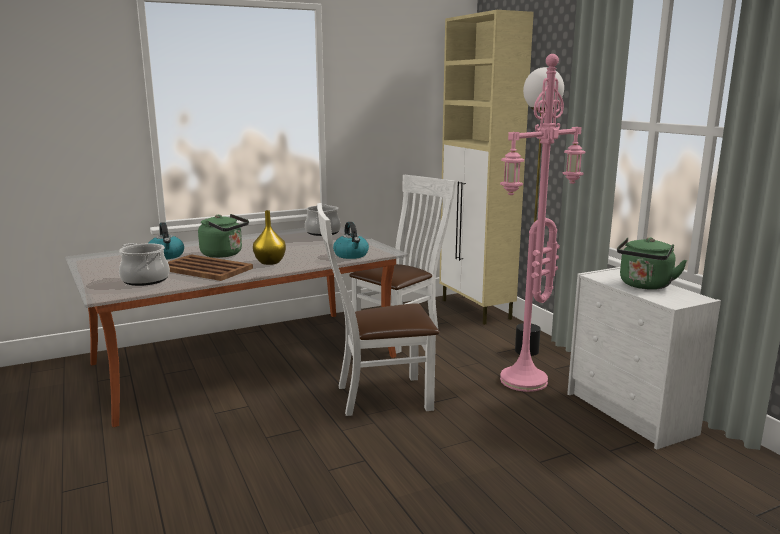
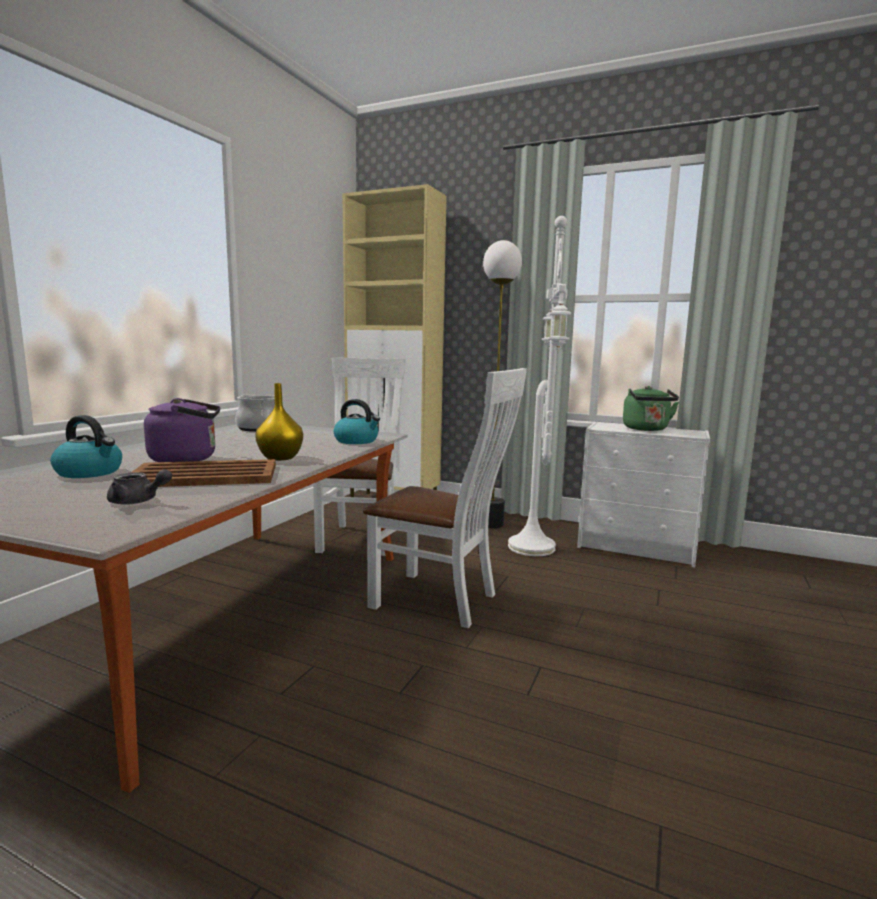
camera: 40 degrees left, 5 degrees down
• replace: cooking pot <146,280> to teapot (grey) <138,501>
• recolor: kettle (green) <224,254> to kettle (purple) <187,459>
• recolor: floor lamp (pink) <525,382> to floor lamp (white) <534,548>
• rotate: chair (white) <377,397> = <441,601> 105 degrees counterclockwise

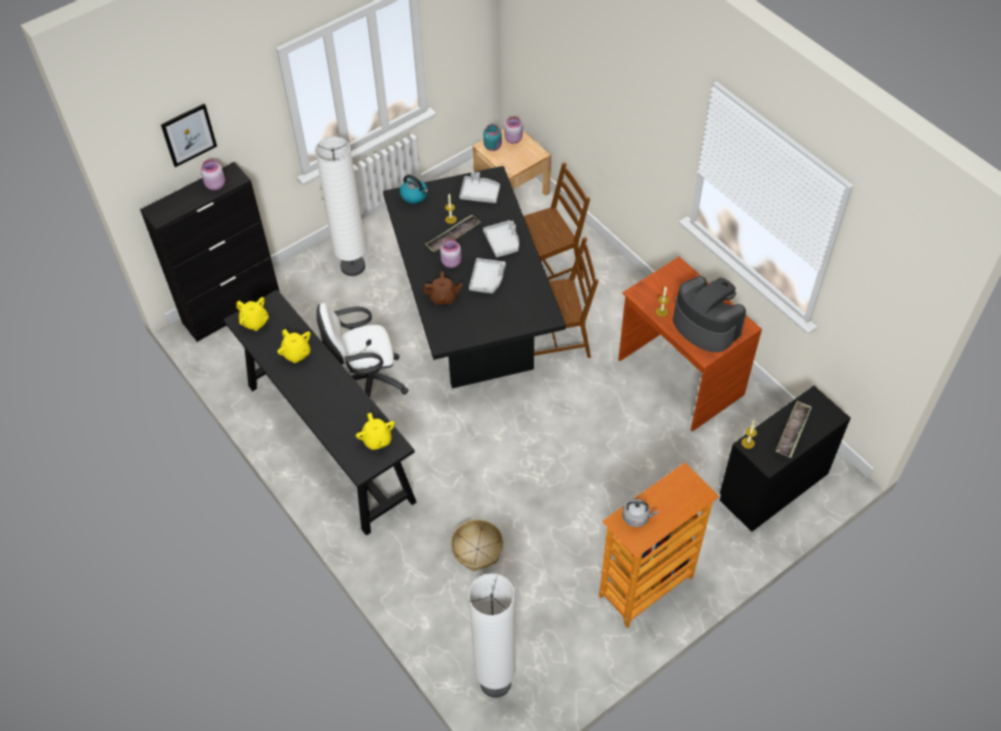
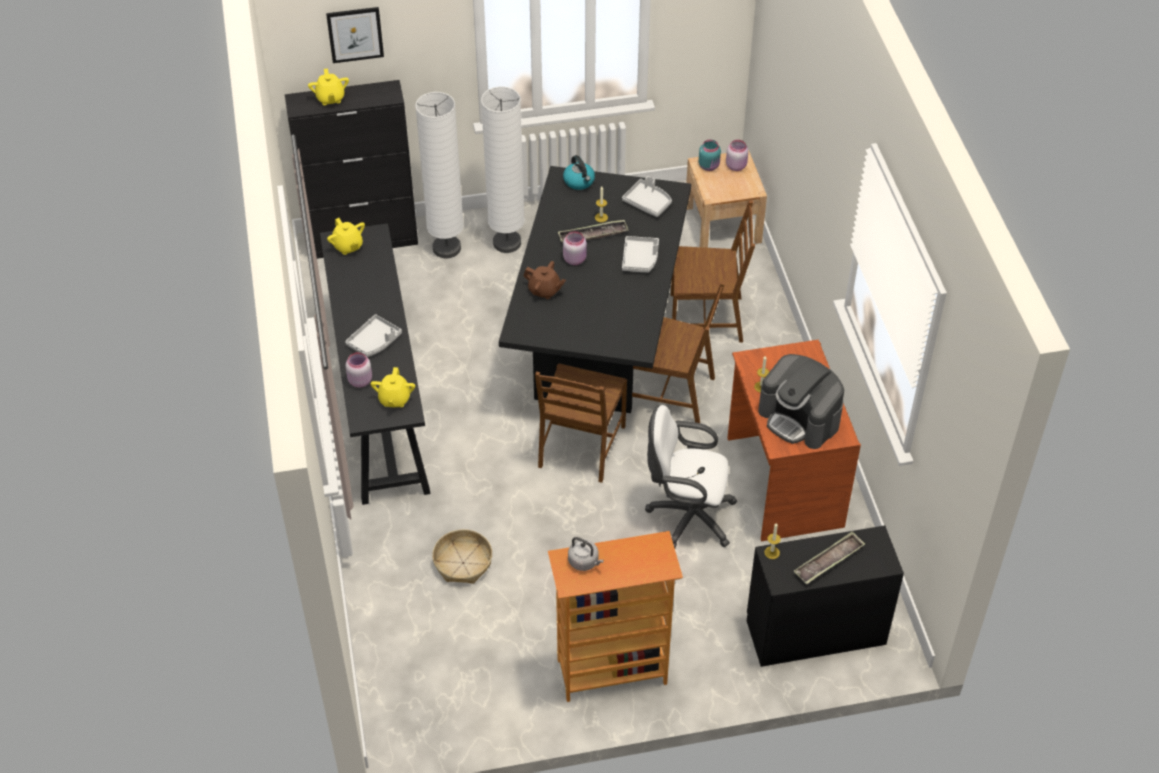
camera: 25 degrees right, 5 degrees down
• insert: chair (brown) <581,447>
• move: jar (pink) <215,185> to <359,380>
• move: teapot (yellow) <296,354> to <330,98>
• move: office chair (white) <367,382> to <686,516>
• move: floor lamp (white) <495,682> to <446,248>
• move: tray (grey) <487,279> to <374,341>
• rotate: coffee machine <705,325> = <799,418> 150 degrees clockwise

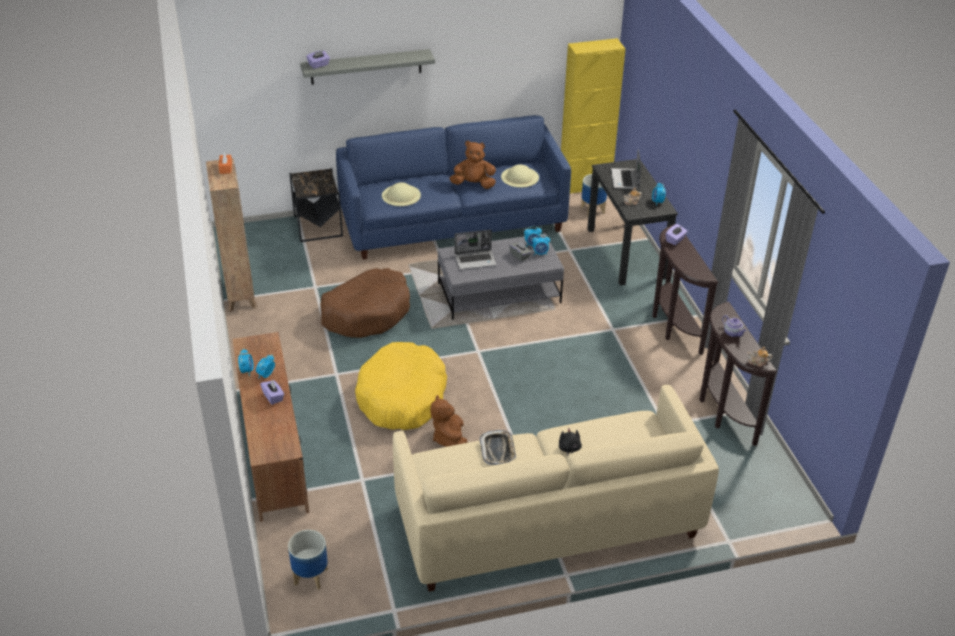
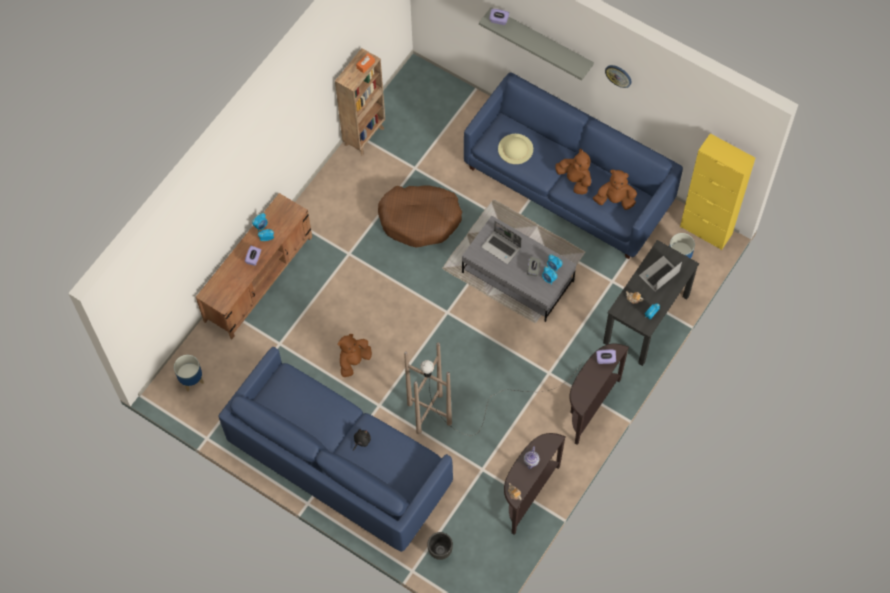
camera: 50 degrees right, 25 degrees up
• delete: side table (black) <318,226>
• delete: dog bed (yellow) <402,397>
• delete: tray <498,450>
• insert: floor lamp (brown) <468,408>
• insert: planter (black) <440,551>
• insert: wall clock <618,75>
• replace: hat (beige) <519,177> to plush toy (brown) <615,200>
• recolor: sofa (beige) <547,519> to sofa (blue) <339,463>

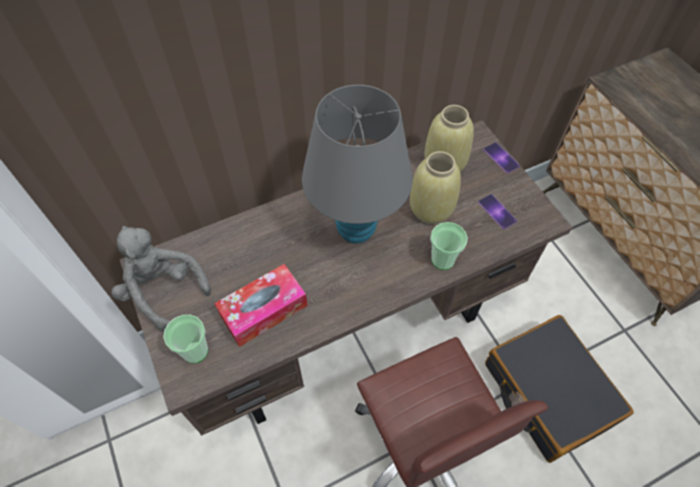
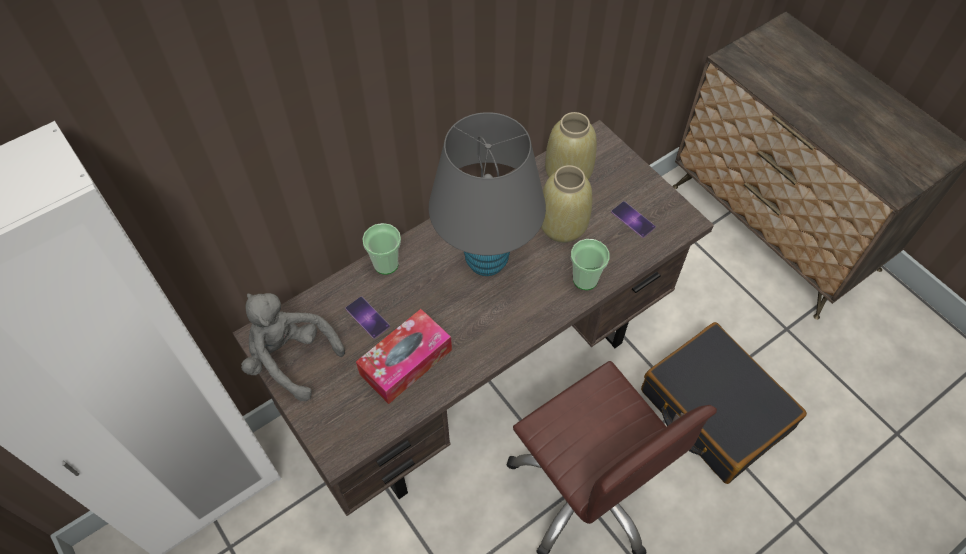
camera: 10 degrees left, 0 degrees up
• move: cup <195,351> to <386,264>
• move: phone <501,158> to <367,317>

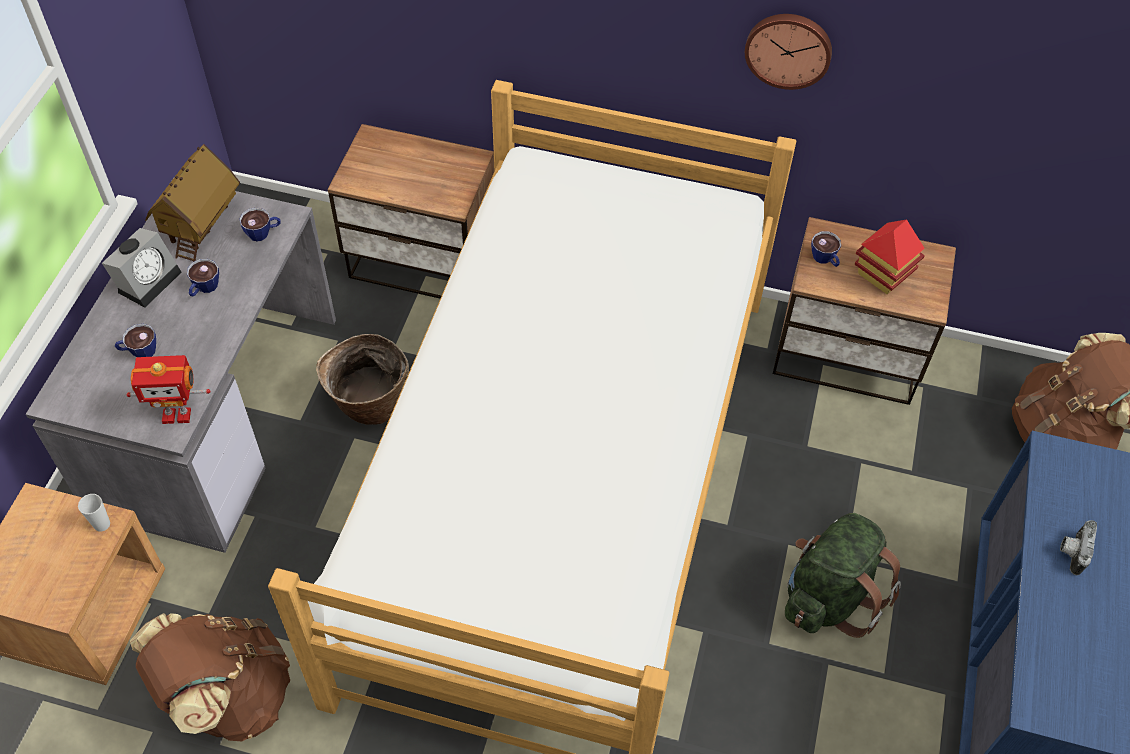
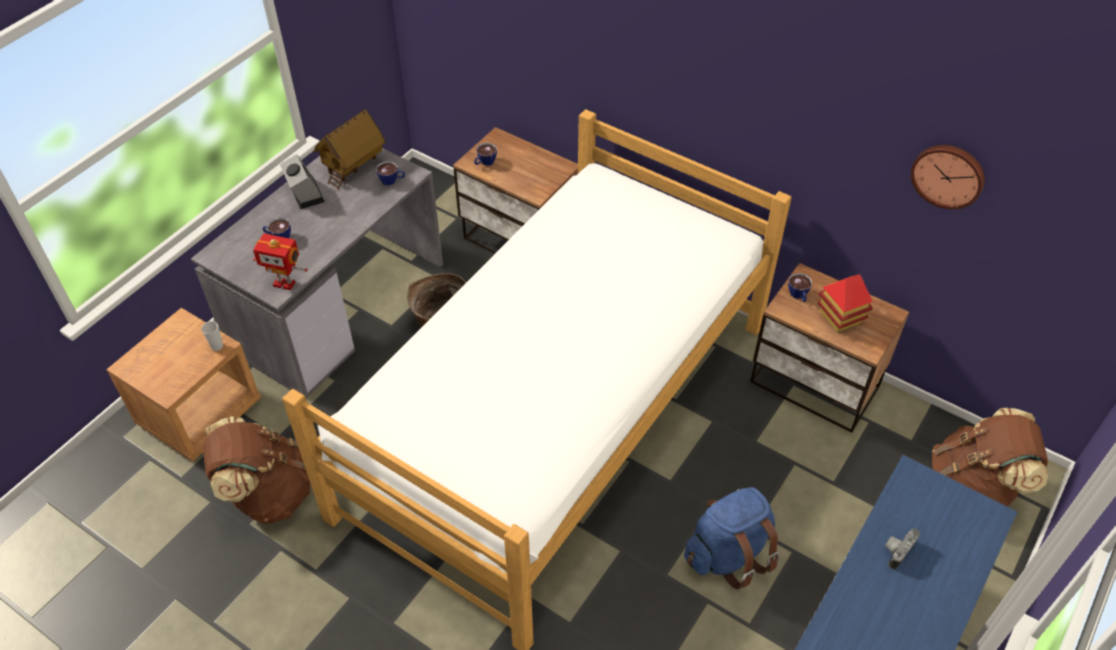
camera: 20 degrees right, 5 degrees down
• move: cup <204,289> to <484,163>
• move: wall clock <788,49> to <948,175>
• recolor: backpack (green) <829,596> to backpack (blue) <728,554>
• rotate: alarm clock <148,279> = <304,193> 75 degrees counterclockwise

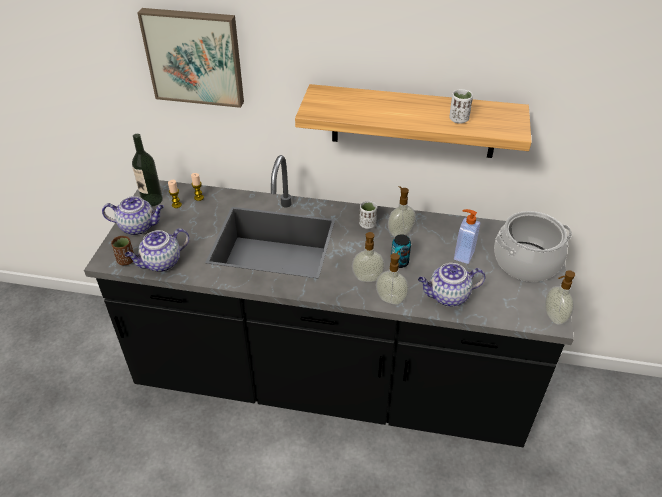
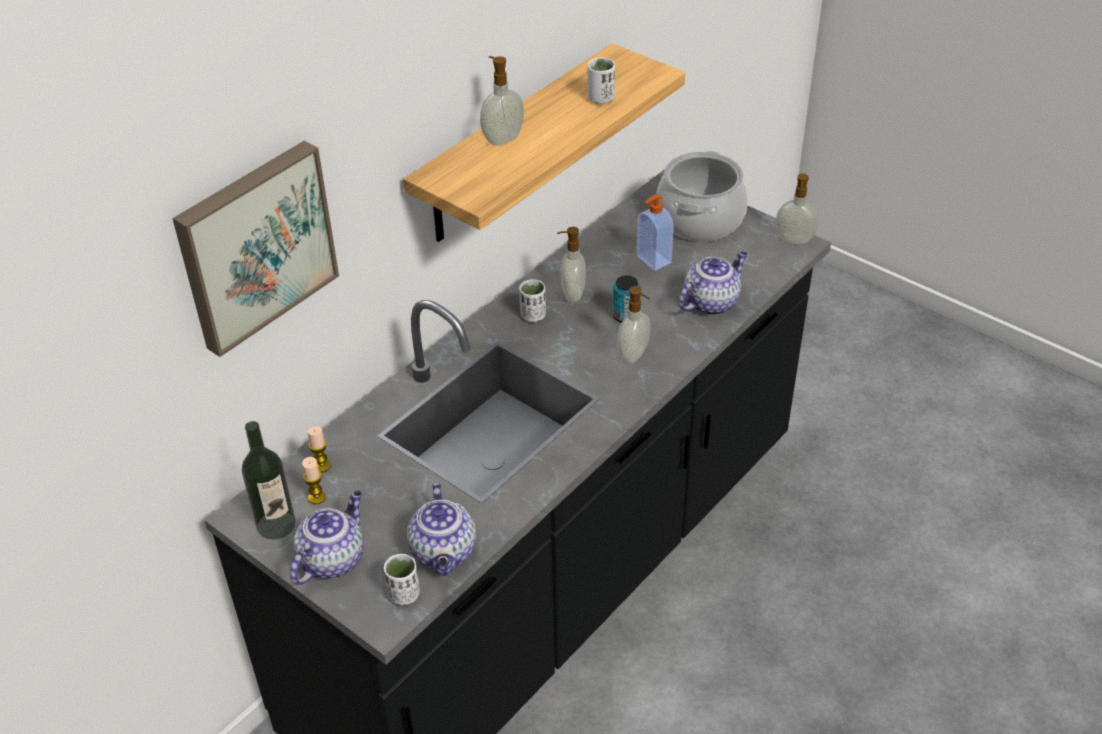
camera: 60 degrees left, 0 degrees up
• move: soap dispenser <391,299> to <502,138>
• recolor: cup (brown) <126,260> to cup (white) <404,594>
• rotate: teapot <447,297> = <711,302> 150 degrees counterclockwise

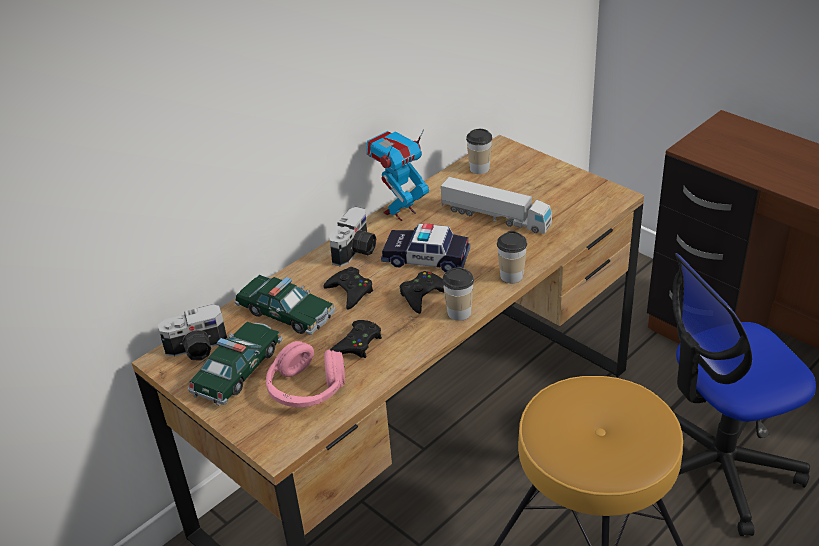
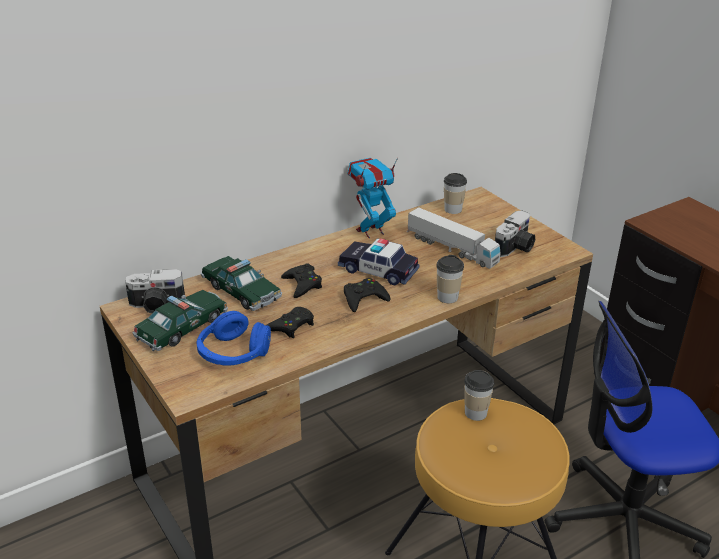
camera: 10 degrees right, 5 degrees down
• move: photo camera <356,251> to <515,248>
• move: cup <459,313> to <475,413>
• recolor: headphones (pink) <306,388> to headphones (blue) <233,353>

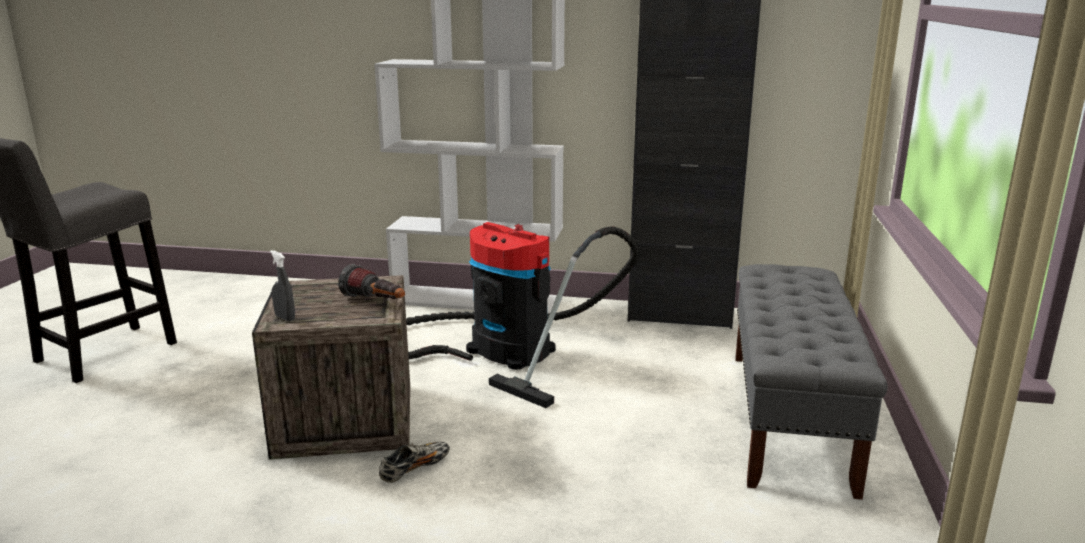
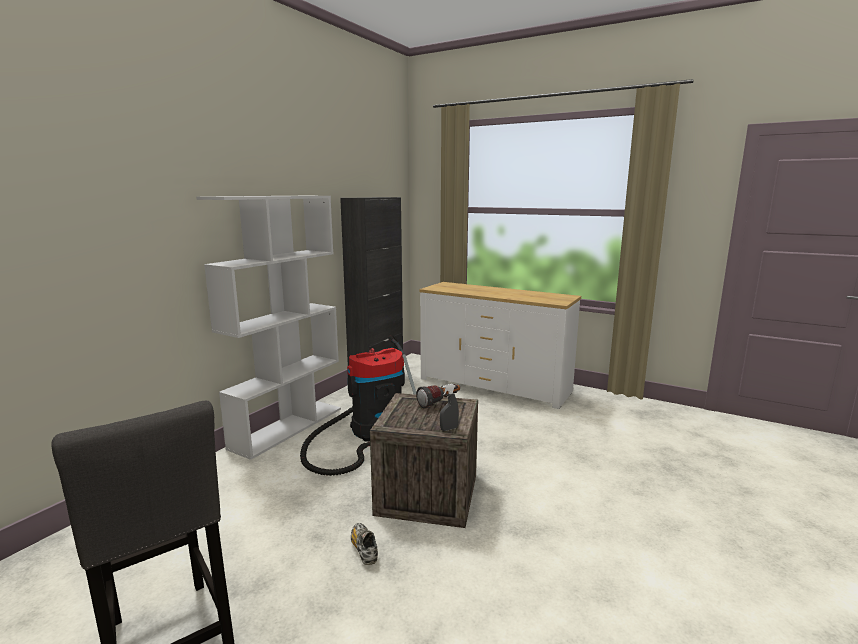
camera: 70 degrees left, 5 degrees down
• move: shoe <415,469> to <364,549>
• replace: bench (grey) <789,418> to dresser (white) <494,385>

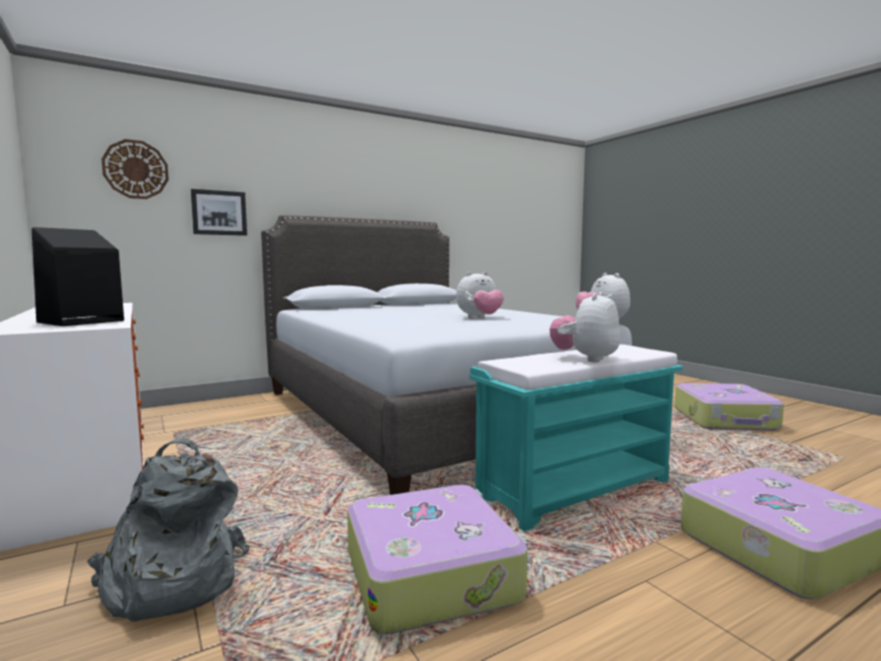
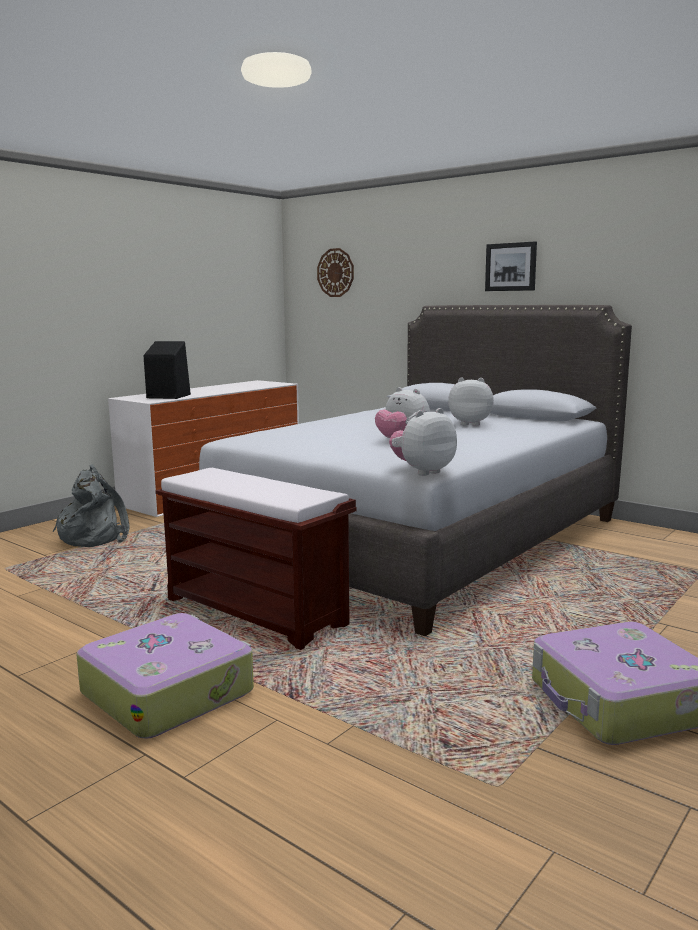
camera: 70 degrees right, 5 degrees up
• delete: suitcase <432,573>
• move: picture <219,213> to <511,267>
• move: plush toy <585,359> to <470,423>
• recolor: bench (turquoise) <576,489> to bench (brown) <257,612>

